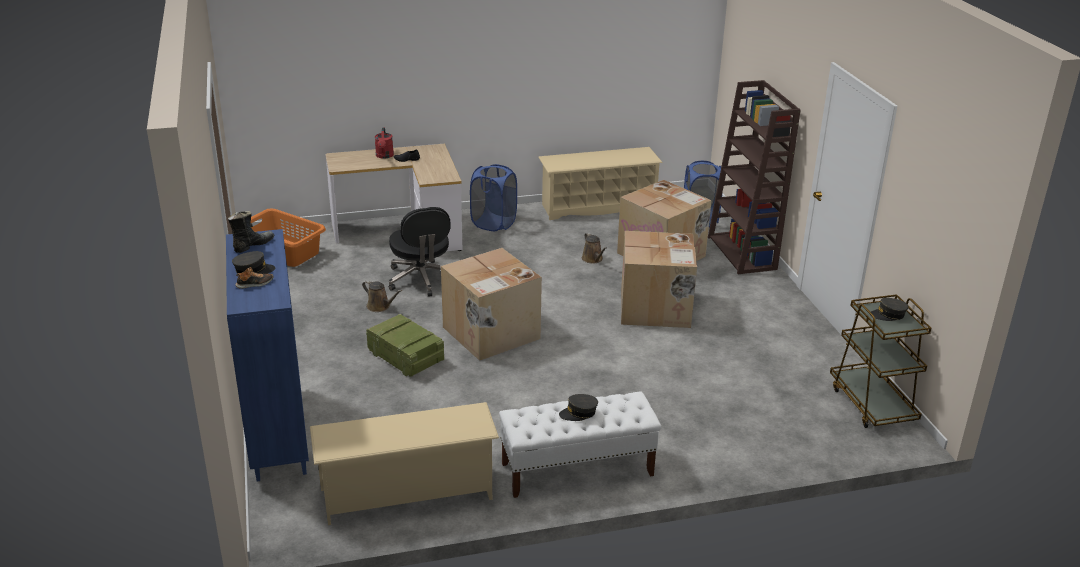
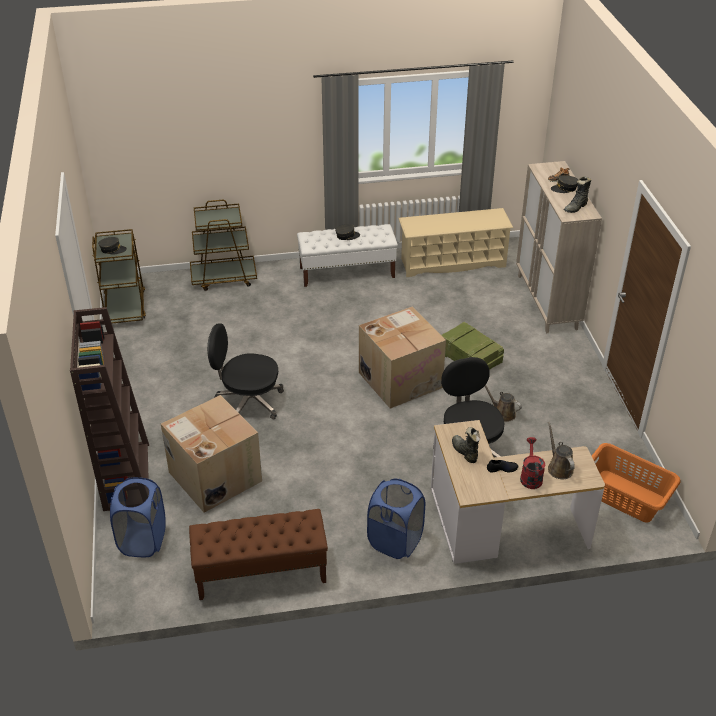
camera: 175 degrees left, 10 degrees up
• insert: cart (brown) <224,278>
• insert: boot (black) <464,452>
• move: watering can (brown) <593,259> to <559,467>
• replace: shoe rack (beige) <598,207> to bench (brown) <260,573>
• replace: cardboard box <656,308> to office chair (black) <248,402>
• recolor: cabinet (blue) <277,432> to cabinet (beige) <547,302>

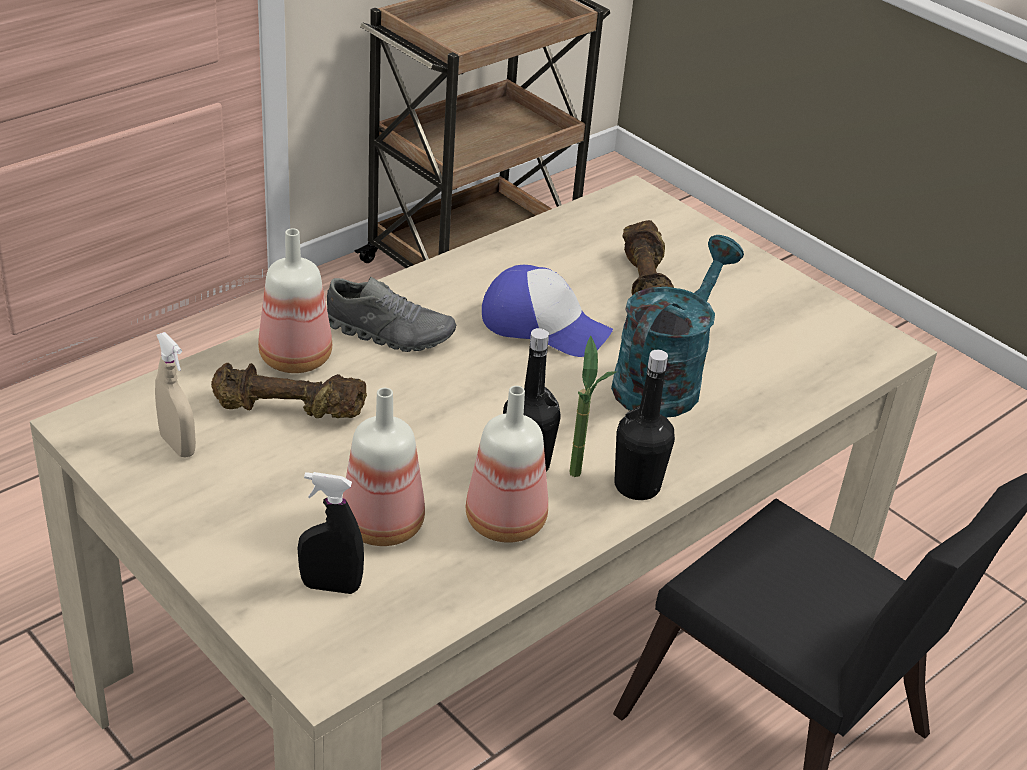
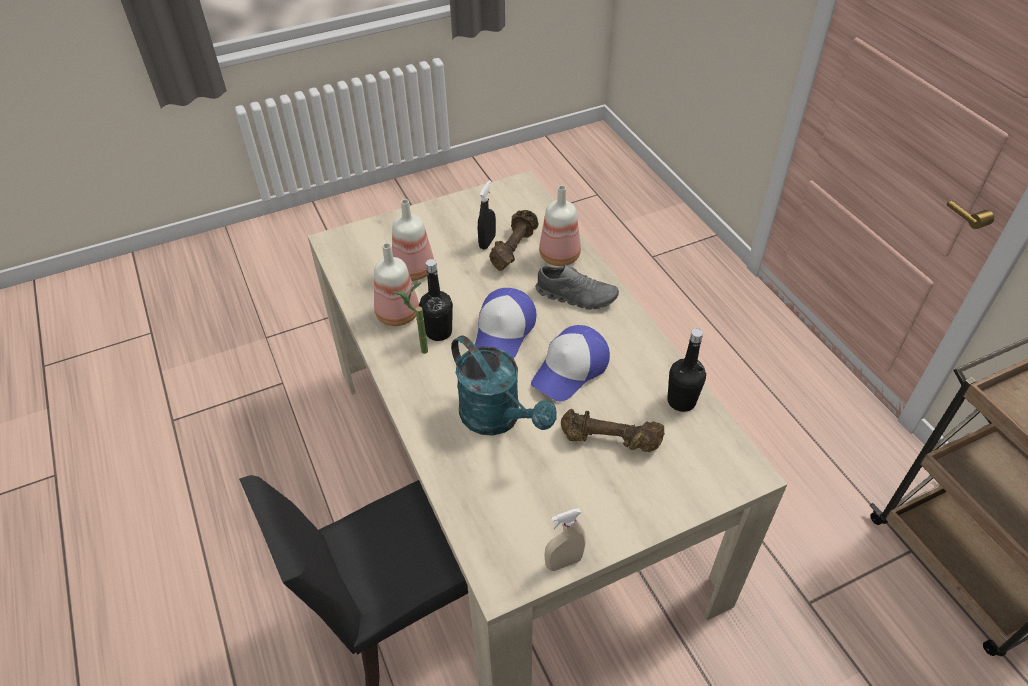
camera: 110 degrees right, 10 degrees up
• insert: cap <504,332>
• move: spray bottle (beige) <177,445> to <563,562>
• move: spray bottle (black) <331,586> to <487,242>
• move: bottle (black) <637,486> to <681,401>
• rotate: shoe (grey) <389,333> = <576,296> 105 degrees counterclockwise

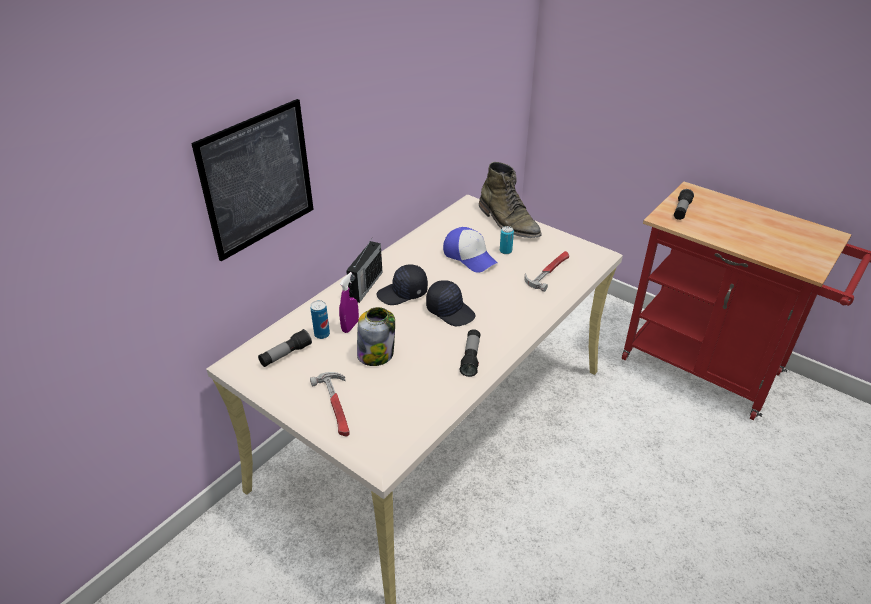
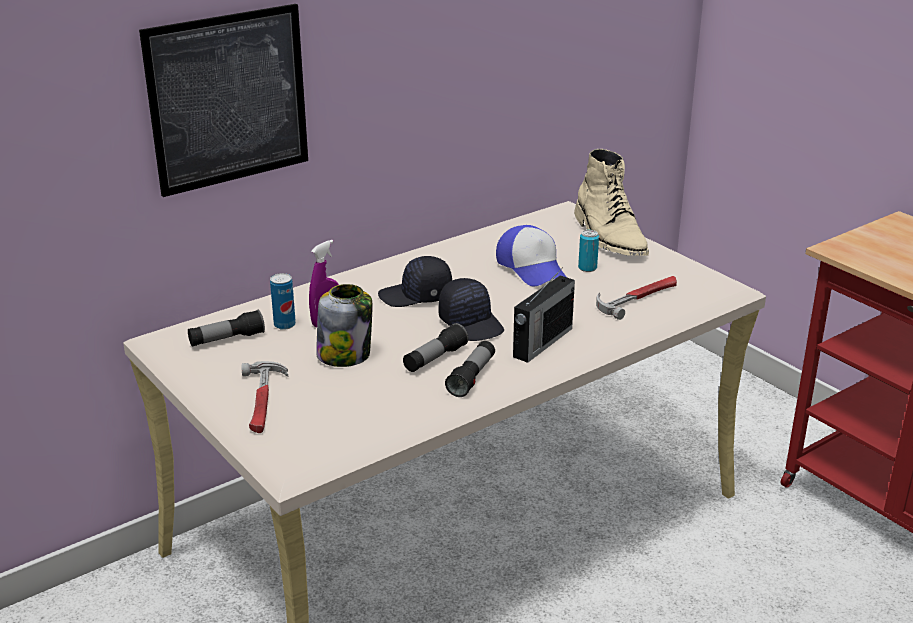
camera: 15 degrees right, 10 degrees down
• move: radio <365,286> to <541,343>
• move: flashlight <681,210> to <435,359>
• recolor: boot (green) <508,222> to boot (beige) <609,237>

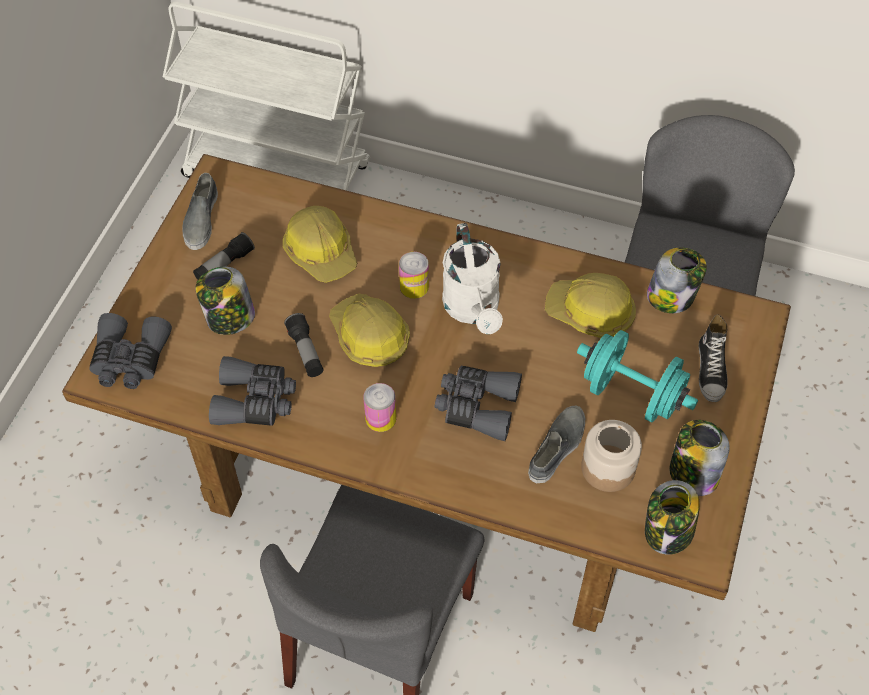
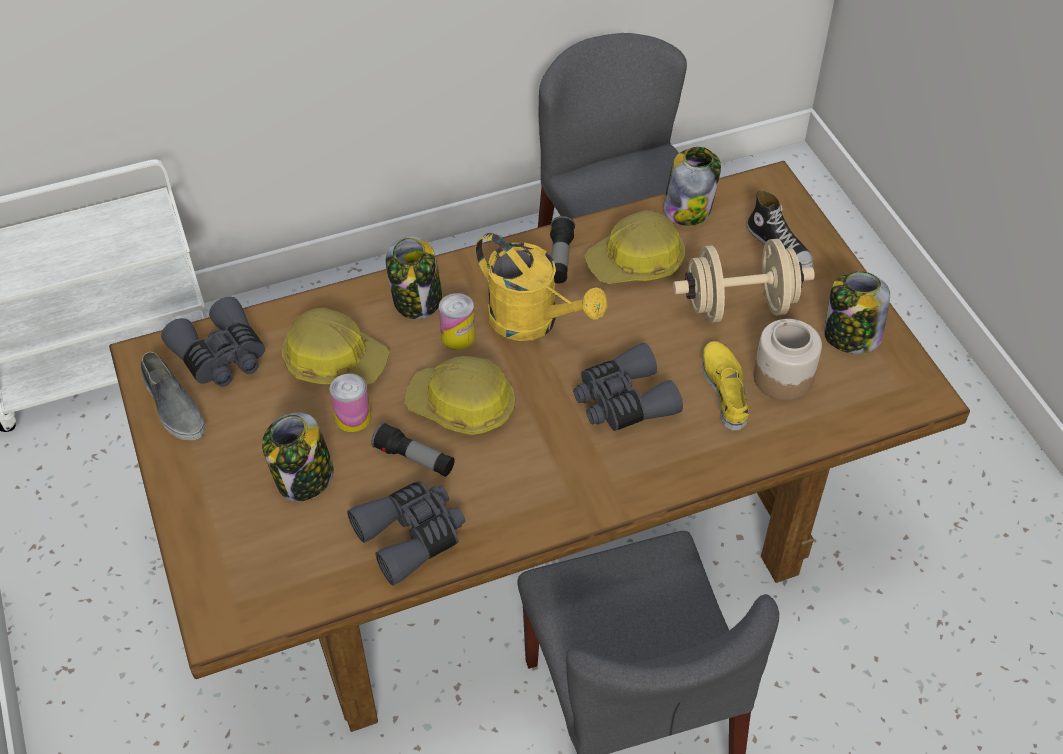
camera: 40 degrees left, 5 degrees down
• move: binoculars (grey) <130,360> to <221,356>
• move: flashlight <224,265> to <560,259>
• move: can <380,418> to <353,417>
• move: jar <668,532> to <417,300>
• recolor: watering can (white) <474,310> to watering can (yellow) <533,322>
• recolor: shoe (grey) <557,447> to shoe (yellow) <725,389>
• recolor: dumbbell (turquoise) <632,394> to dumbbell (beige) <739,306>

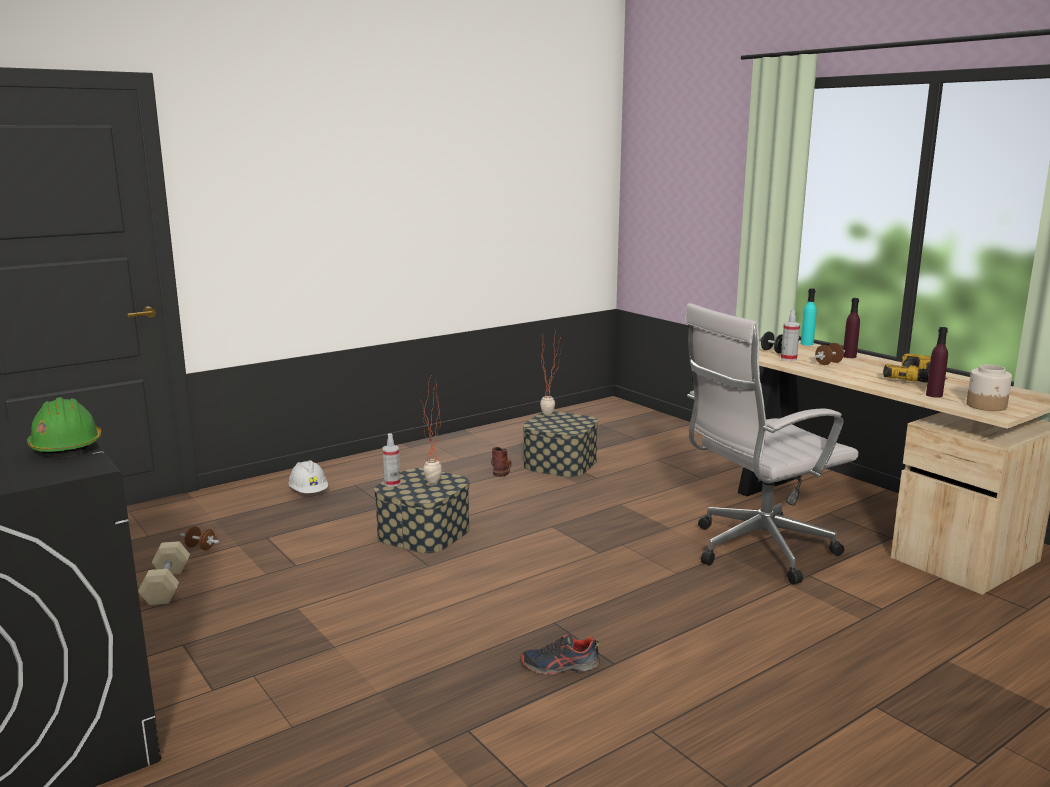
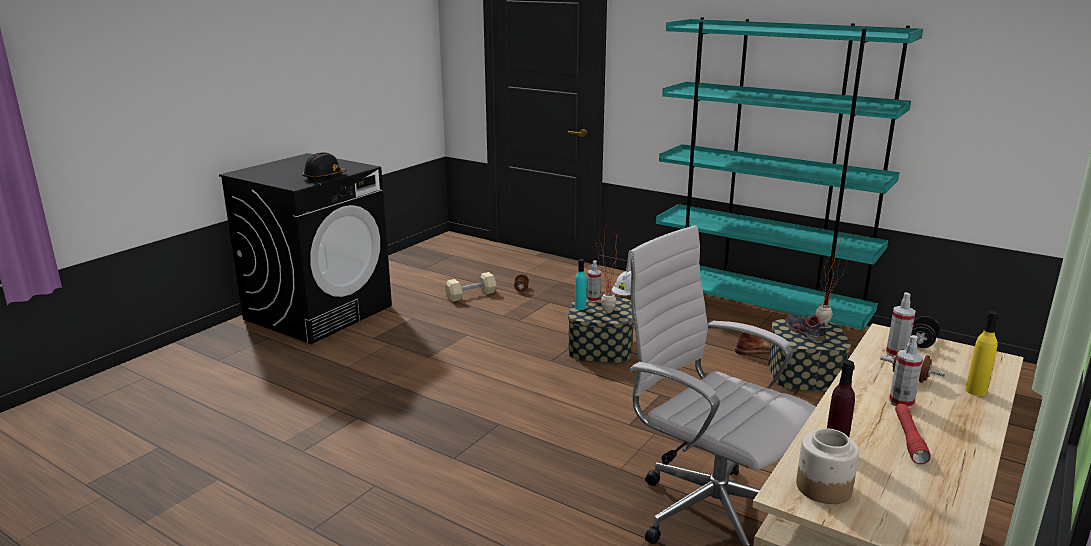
camera: 70 degrees right, 5 degrees up
• insert: bookcase (turquoise) <758,315>
• insert: spray bottle <901,402>
• move: shoe <560,666> to <804,333>
• move: bottle (turquoise) <807,344> to <580,307>
• replace: power drill <916,379> to flashlight (red) <909,438>
• recolor: hard hat (green) <66,446> to hard hat (black) <324,177>
• recolor: bottle (purple) <849,356> to bottle (yellow) <976,391>

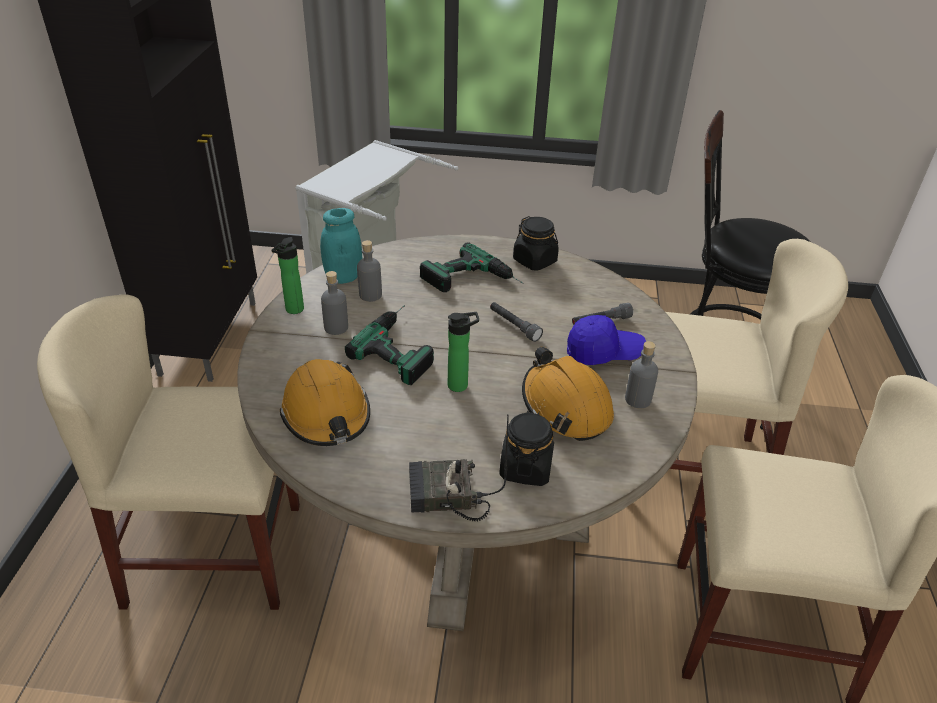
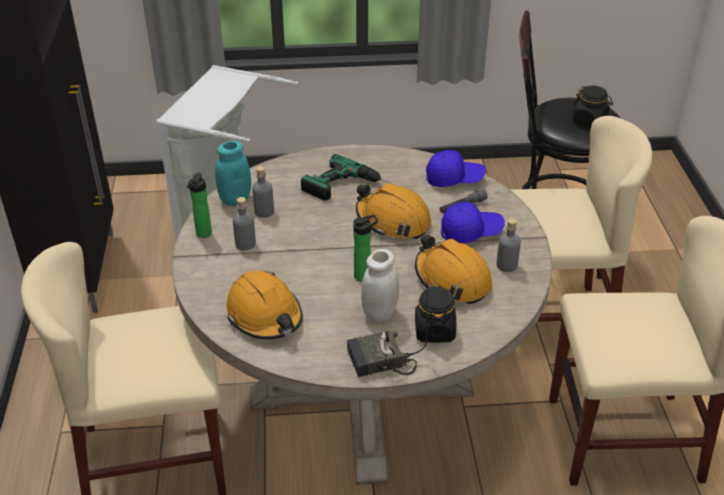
camera: 10 degrees left, 0 degrees up
• delete: power drill <403,346>
• insert: jar (white) <380,314>
• insert: cap (blue) <454,179>
• move: jar (black) <535,261> to <589,121>
• replace: flashlight (grey) <514,326> to hard hat (orange) <393,221>

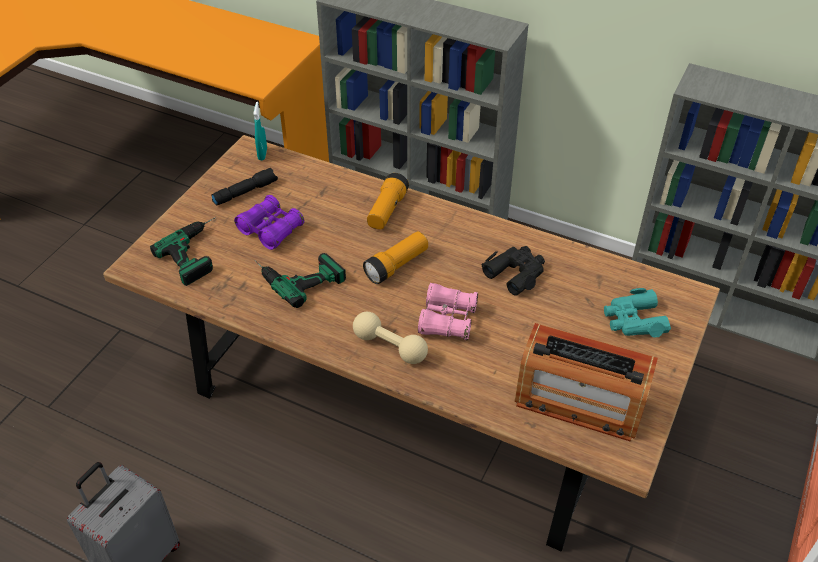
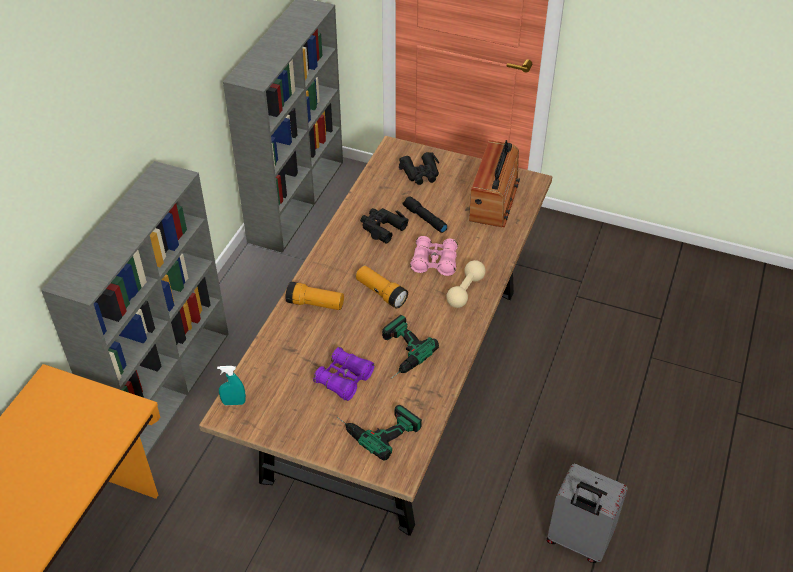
camera: 95 degrees left, 0 degrees up
• move: flashlight (black) <245,192> to <424,219>
• recolor: binoculars (turquoise) <633,320> to binoculars (black) <421,173>

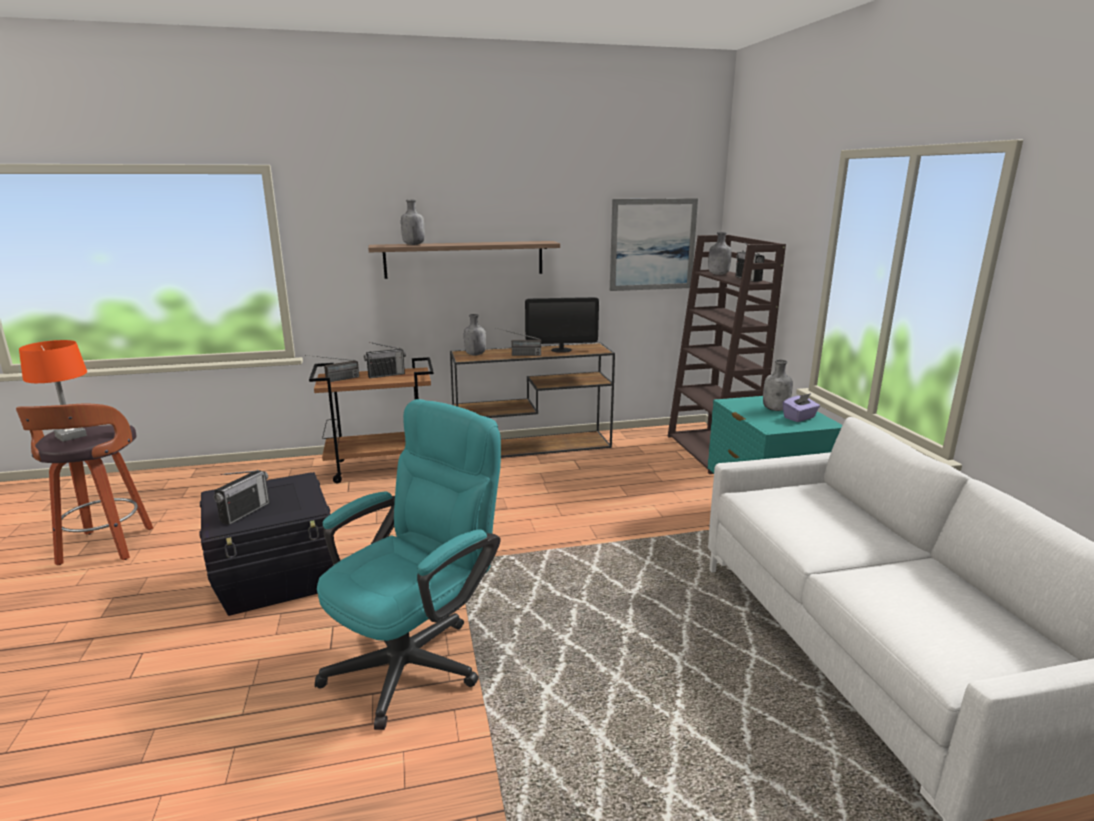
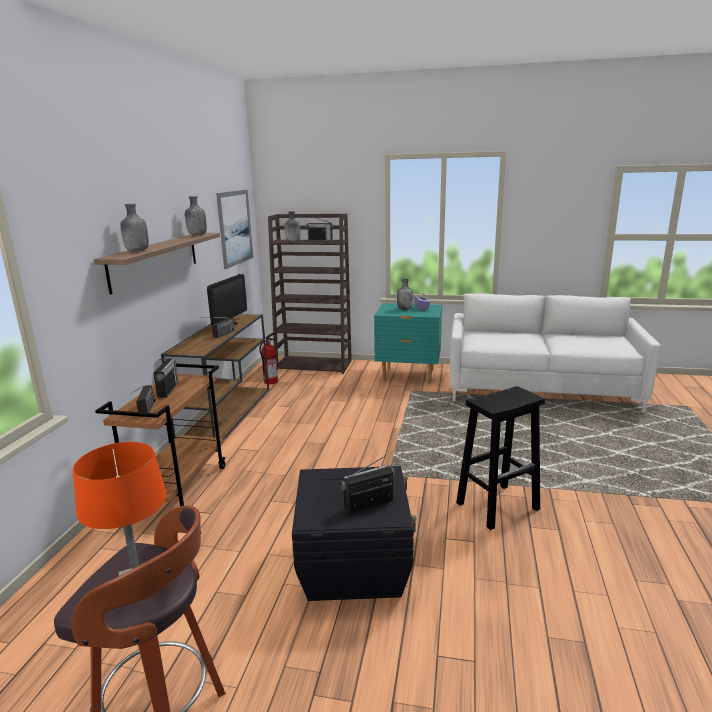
camera: 65 degrees left, 0 degrees up
• insert: fire extinguisher <271,381>
• move: bottle (grey) <475,354> to <197,235>
• replace: office chair (turquoise) <416,658> to stool (black) <498,505>
• rotate: radio <245,512> = <369,504> 75 degrees counterclockwise

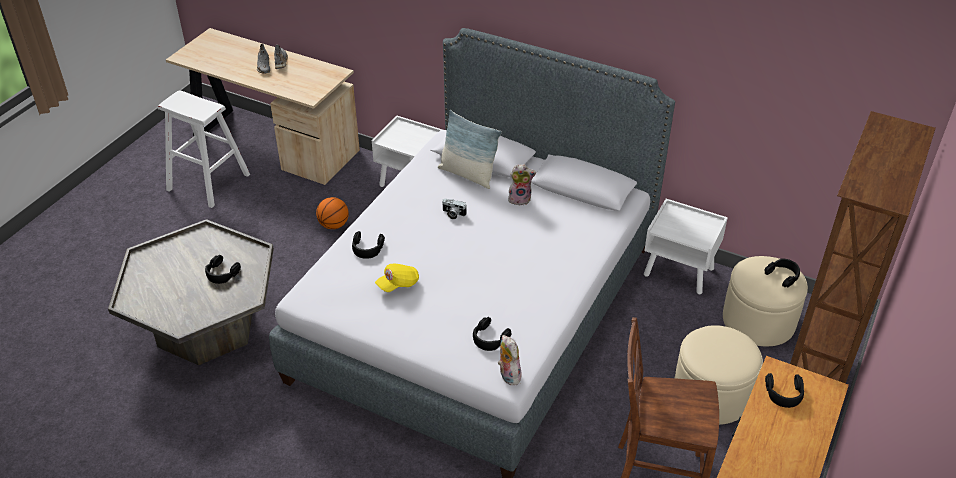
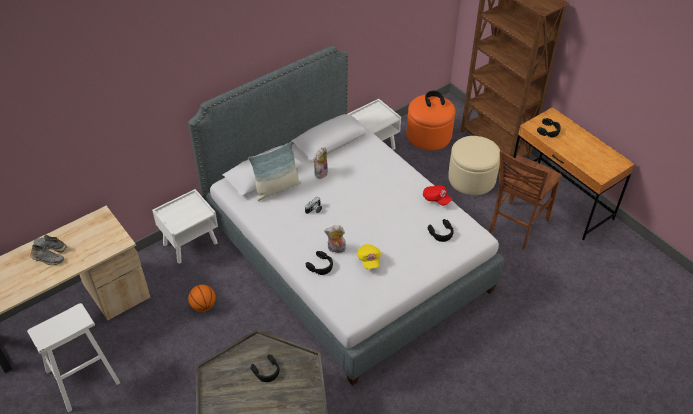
camera: 65 degrees left, 5 degrees up
• insert: cap (red) <436,199>
• move: plush toy <508,375> to <336,249>
• recolor: ottoman (beige) <758,320> to ottoman (orange) <429,135>

